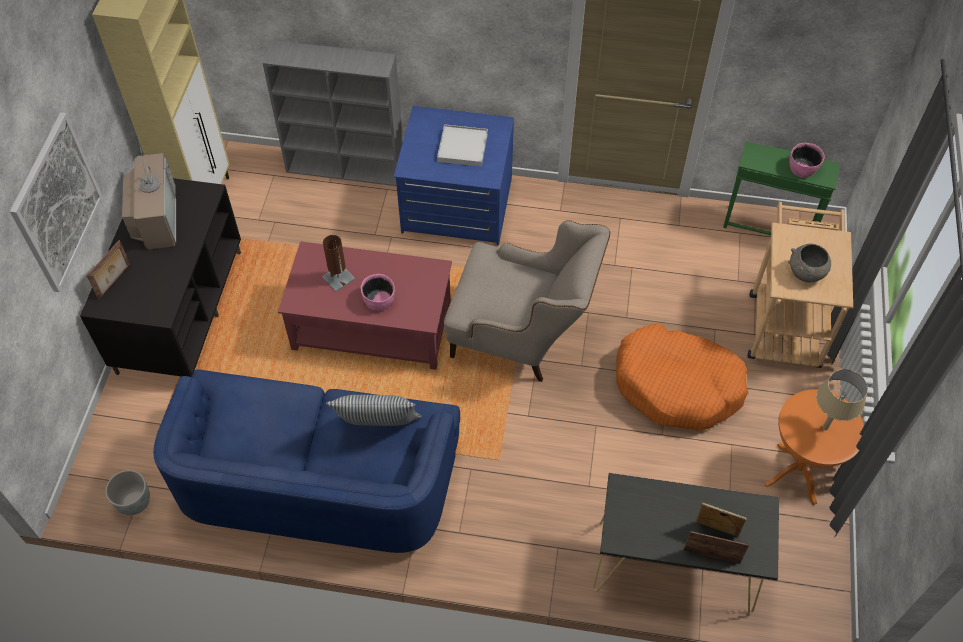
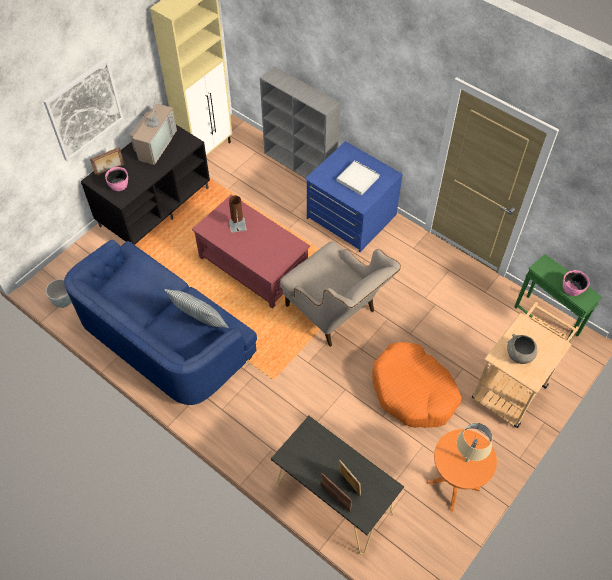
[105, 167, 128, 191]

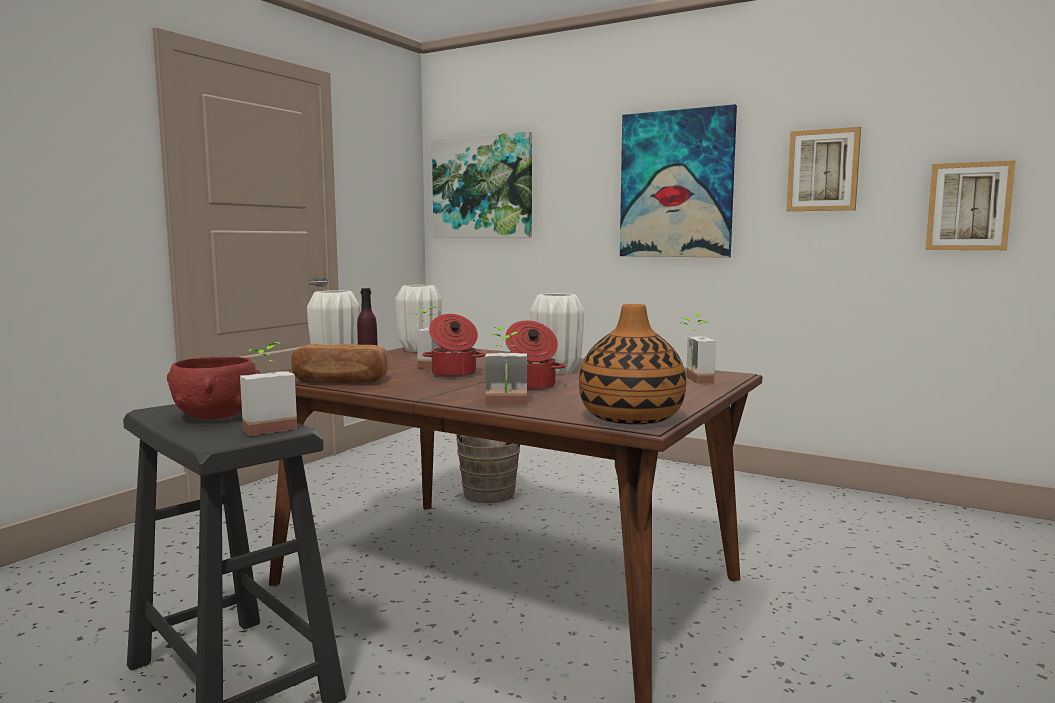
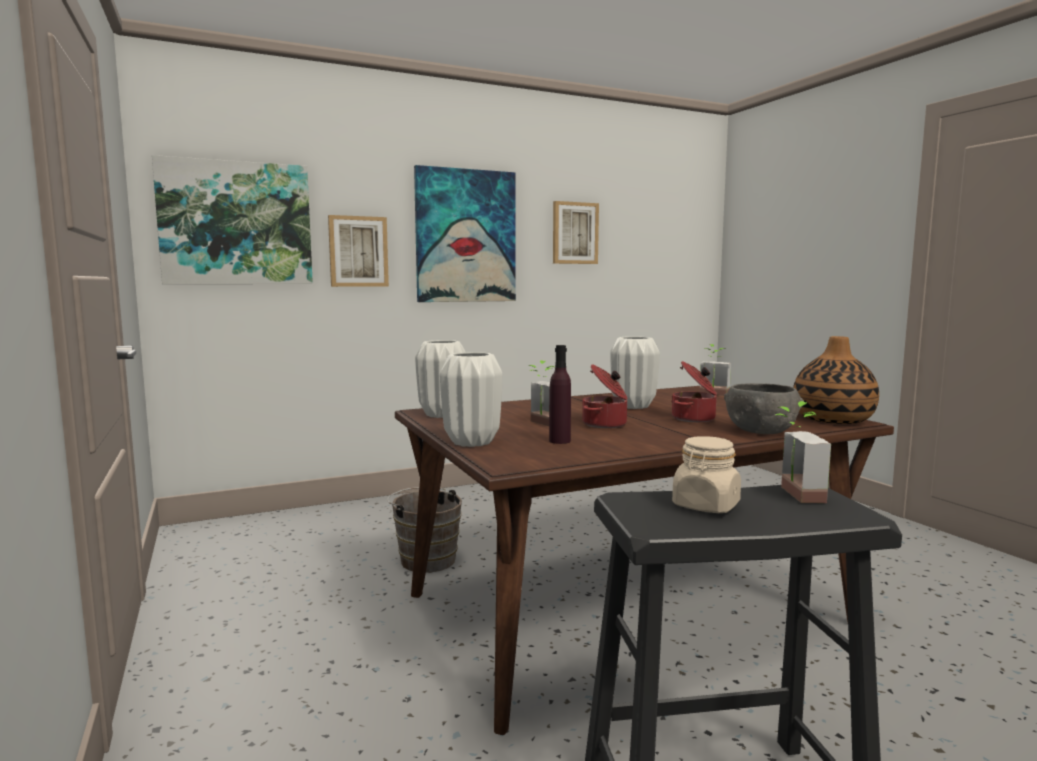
[328, 215, 389, 287]
[724, 383, 804, 434]
[291, 344, 387, 384] (first image)
[672, 436, 741, 513]

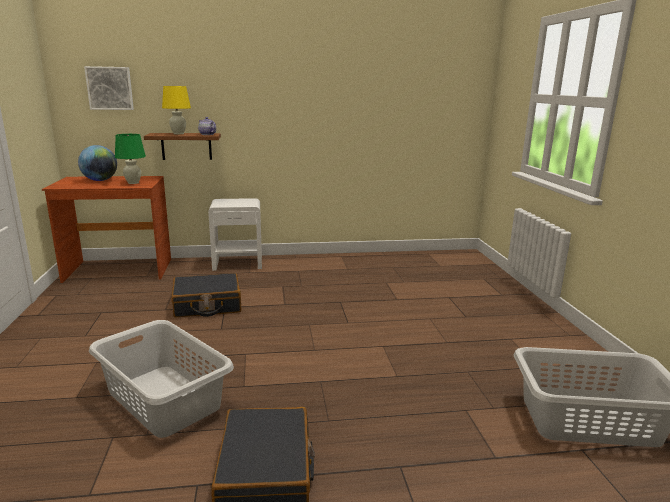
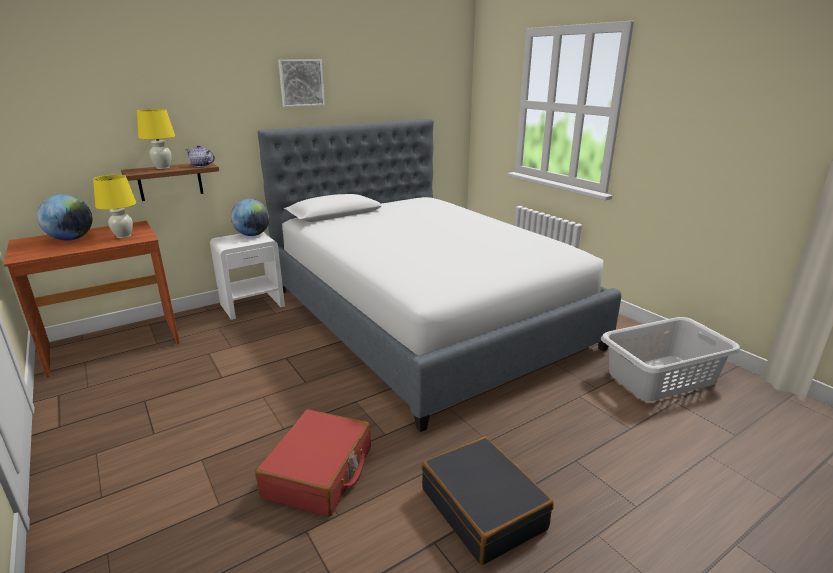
[278, 59, 325, 107]
[93, 175, 136, 238]
[171, 273, 241, 317] (first image)
[255, 409, 371, 517]
[257, 118, 621, 432]
[231, 199, 270, 236]

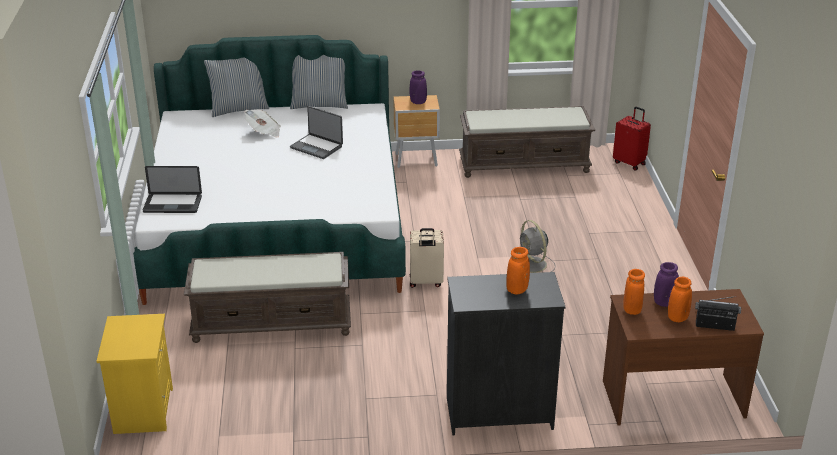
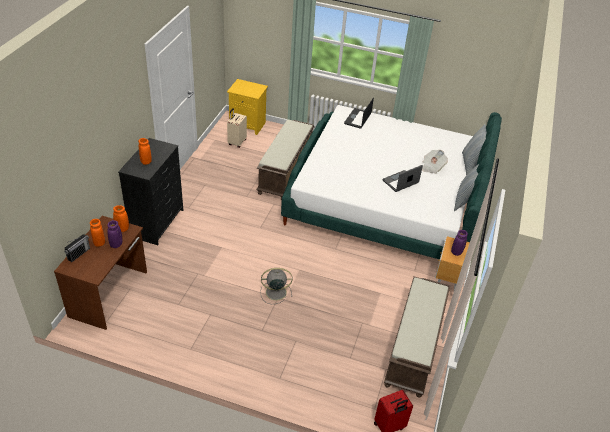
[227, 108, 247, 148]

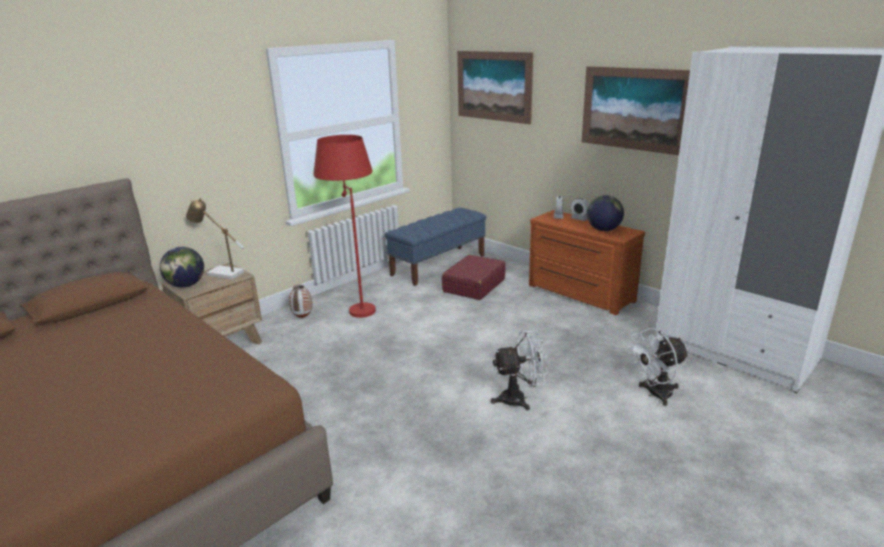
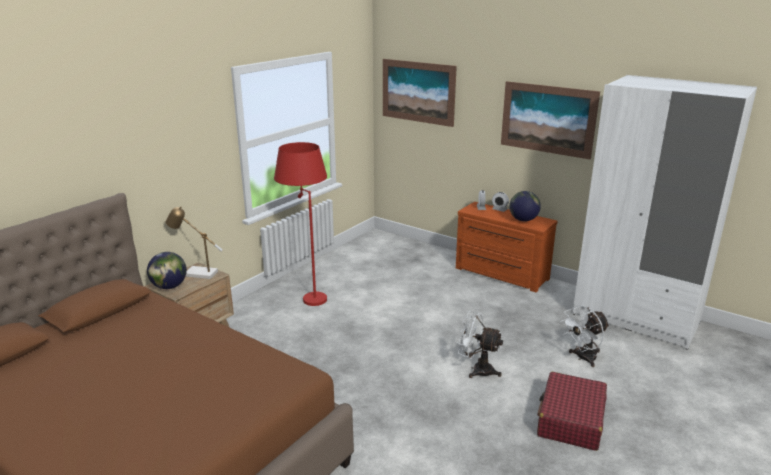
[385, 208, 486, 286] (first image)
[537, 372, 607, 451]
[289, 285, 313, 318] (first image)
[457, 311, 503, 378]

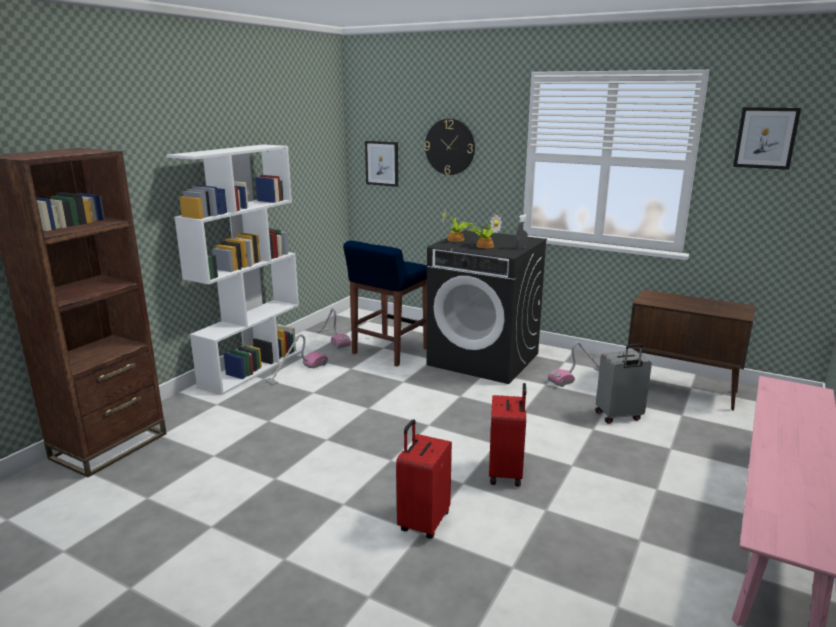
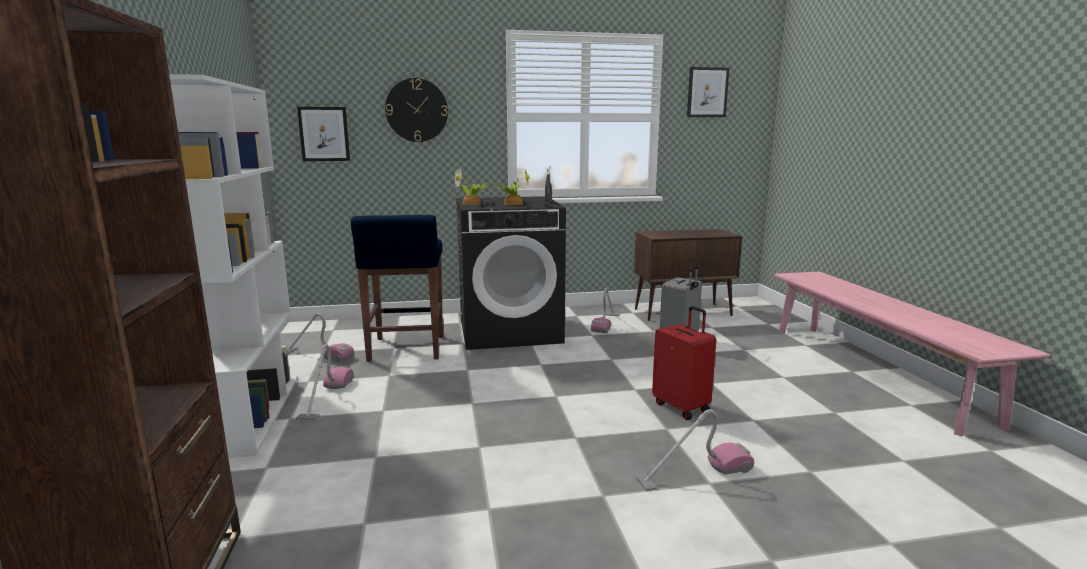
[635, 409, 754, 491]

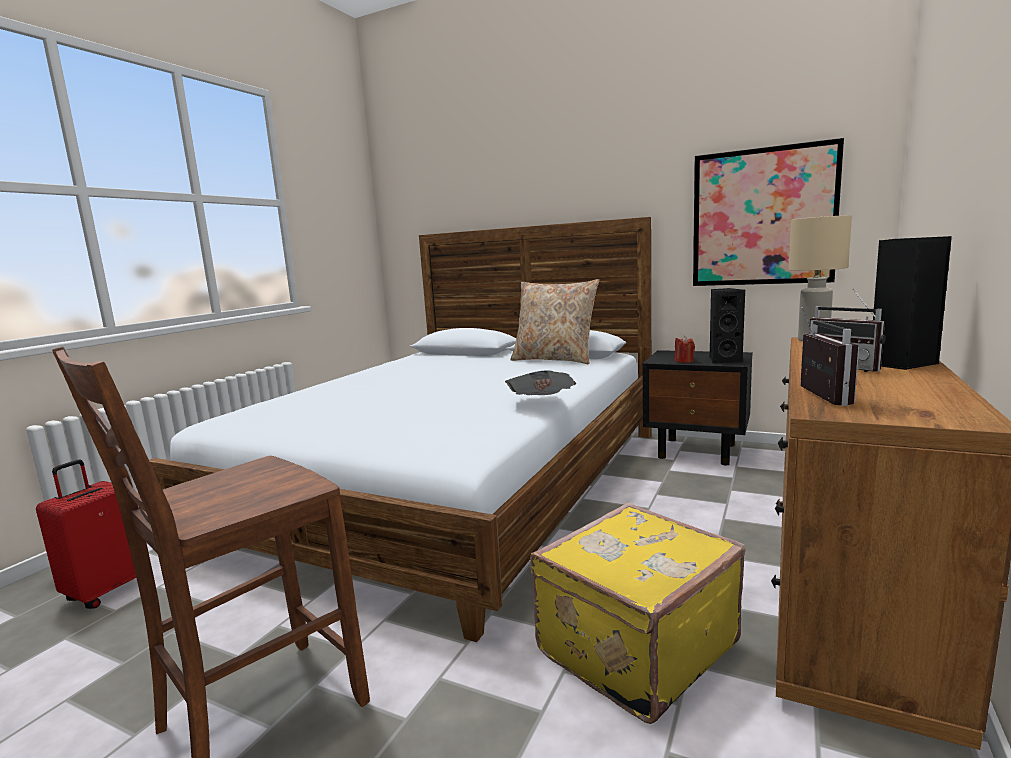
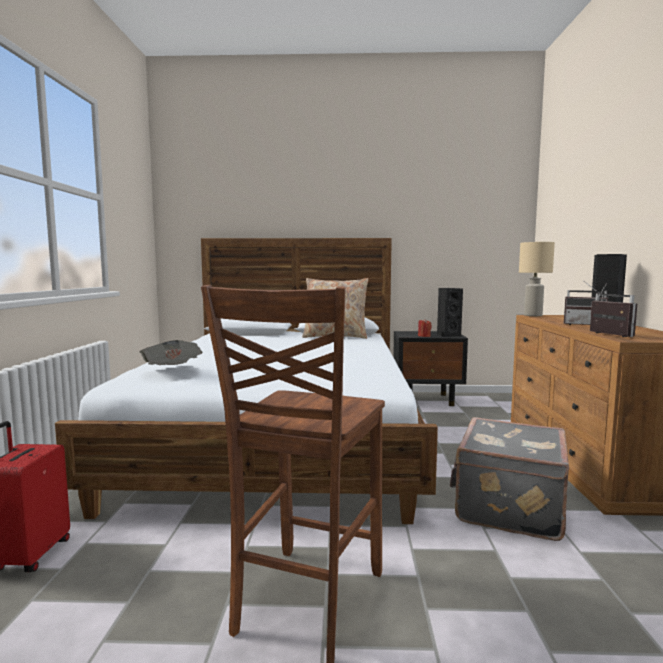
[693, 138, 844, 286] (first image)
[140, 340, 203, 365]
[450, 417, 569, 541]

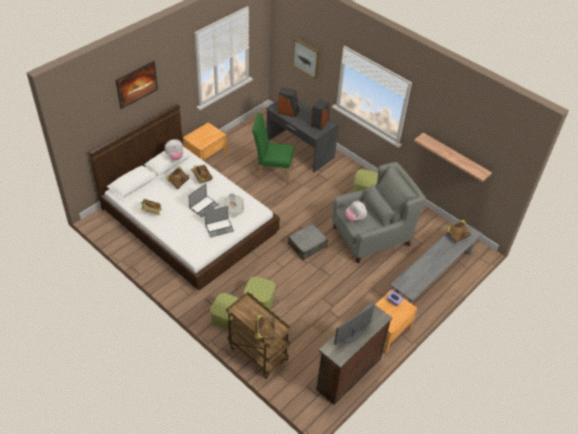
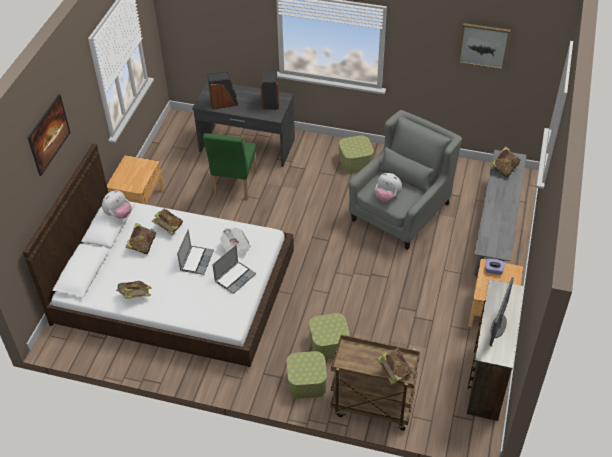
[458, 23, 510, 70]
[203, 133, 257, 200]
[414, 133, 492, 182] (first image)
[288, 223, 328, 260] (first image)

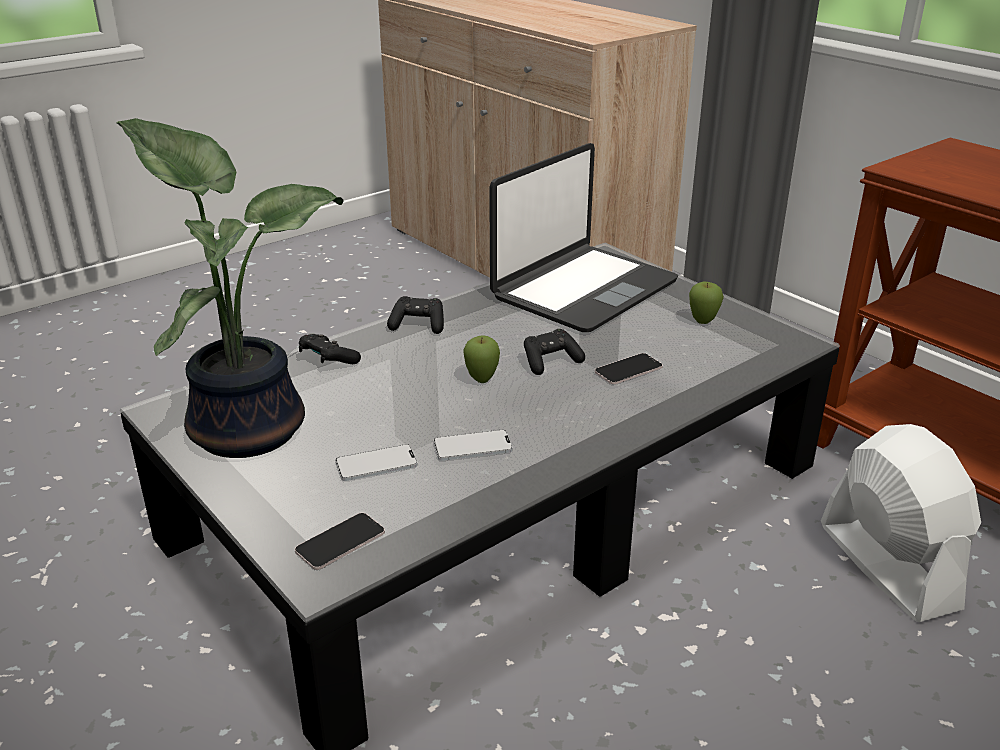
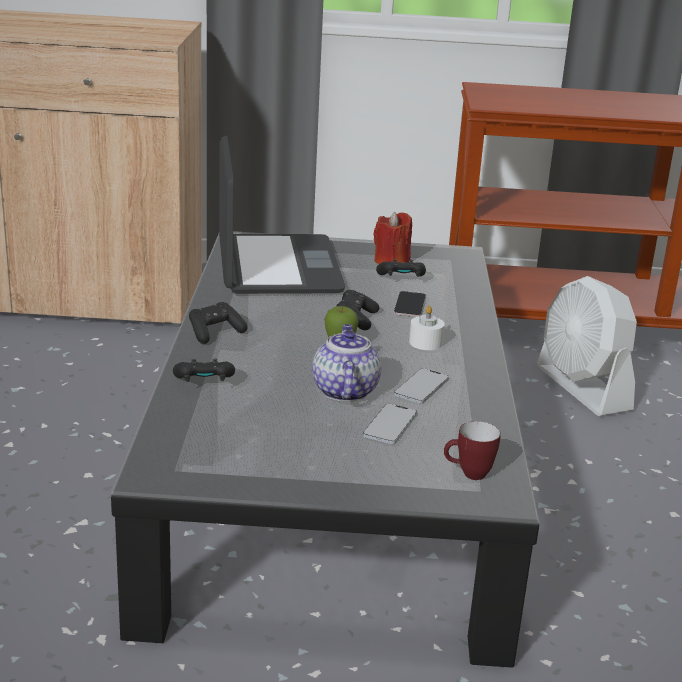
[116, 118, 344, 458] (first image)
[373, 211, 412, 264]
[537, 276, 637, 416]
[444, 421, 501, 480]
[376, 259, 426, 277]
[409, 306, 445, 350]
[312, 324, 381, 402]

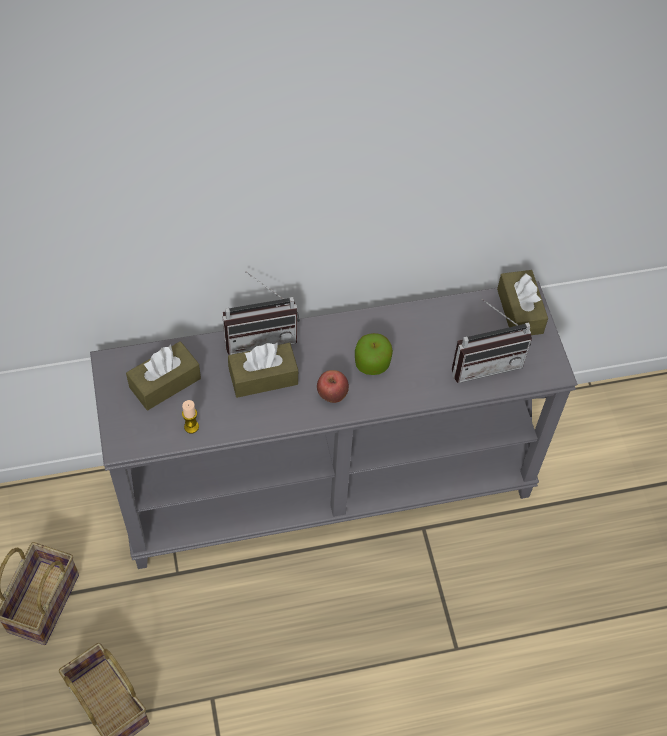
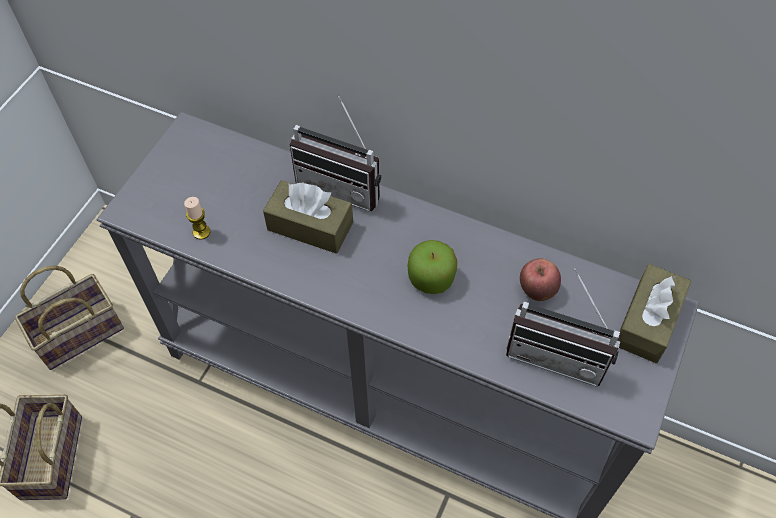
[126, 341, 201, 410] (first image)
[520, 258, 561, 301]

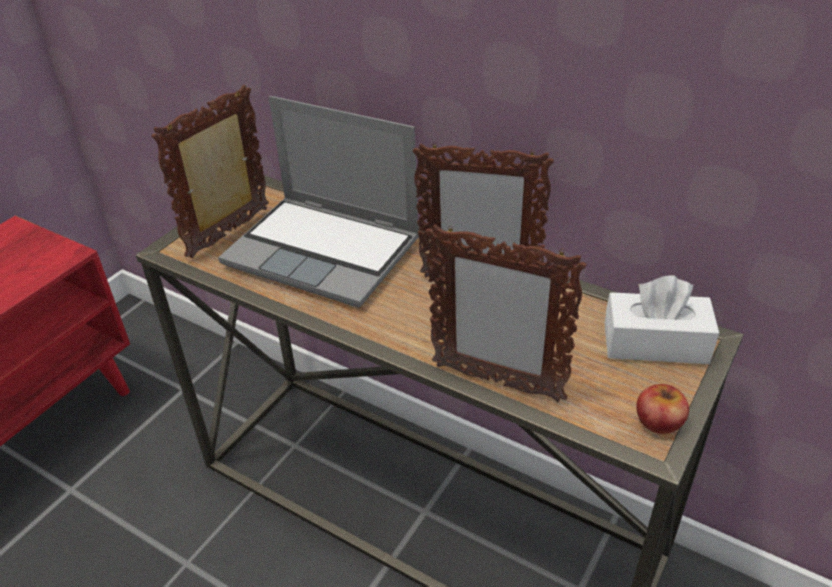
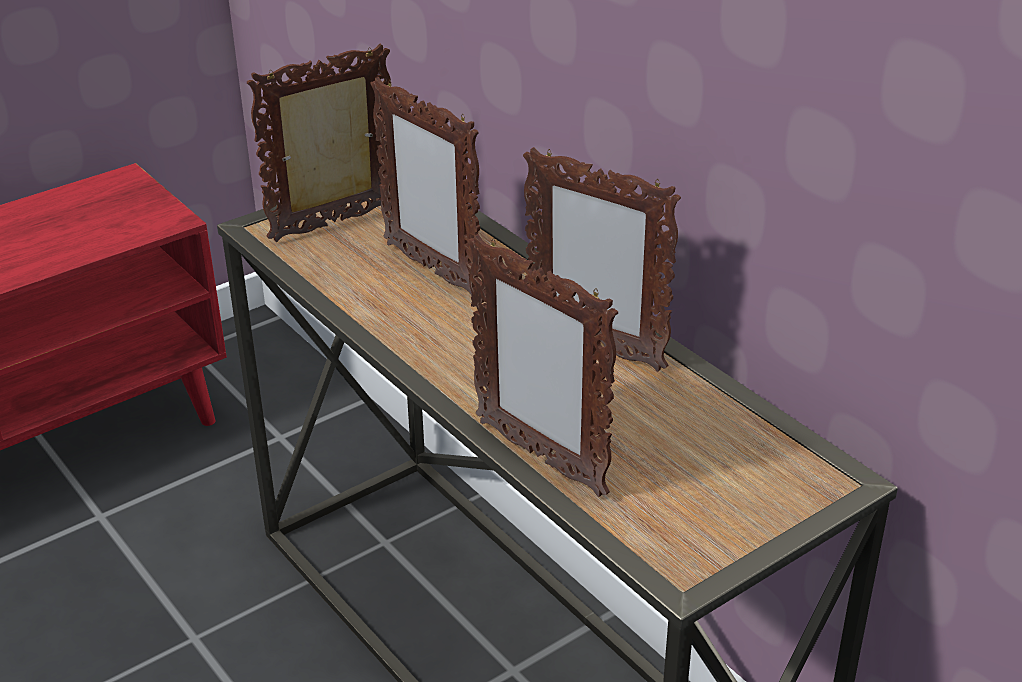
[370, 77, 480, 296]
[604, 276, 719, 364] (first image)
[637, 384, 689, 434] (first image)

